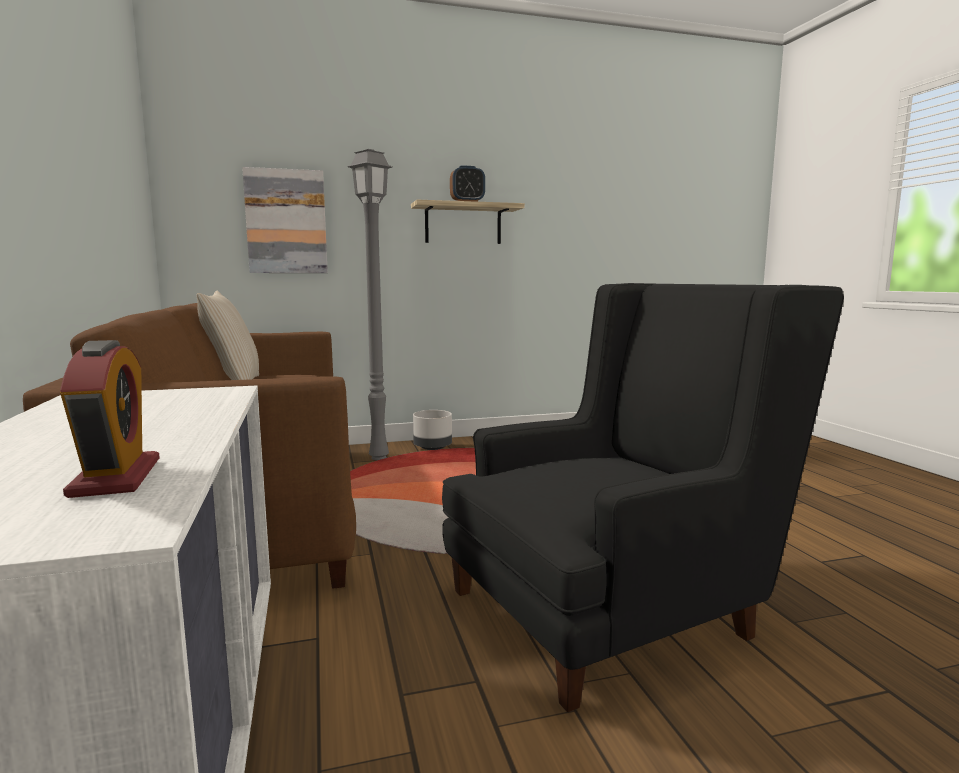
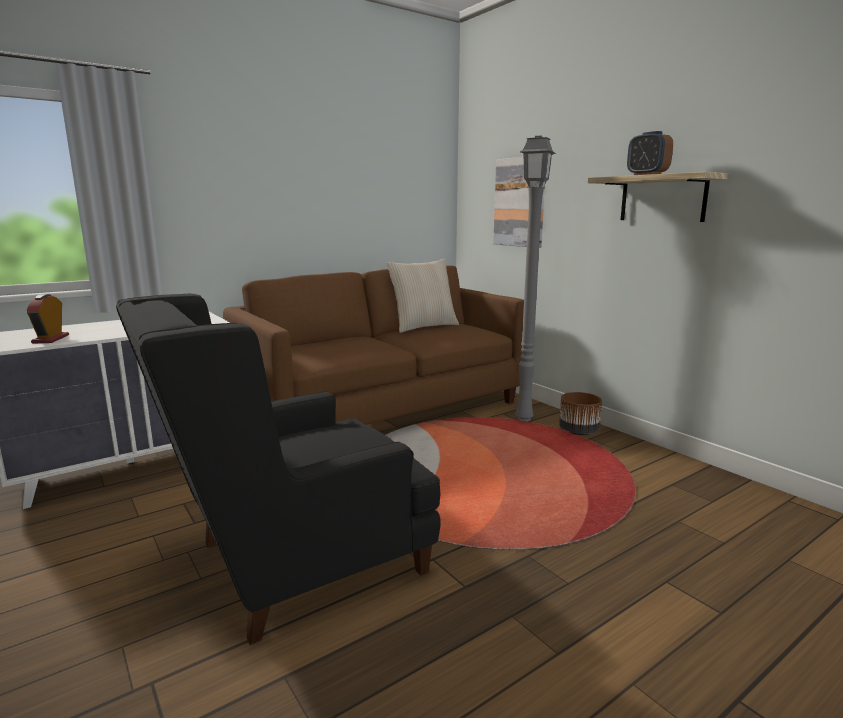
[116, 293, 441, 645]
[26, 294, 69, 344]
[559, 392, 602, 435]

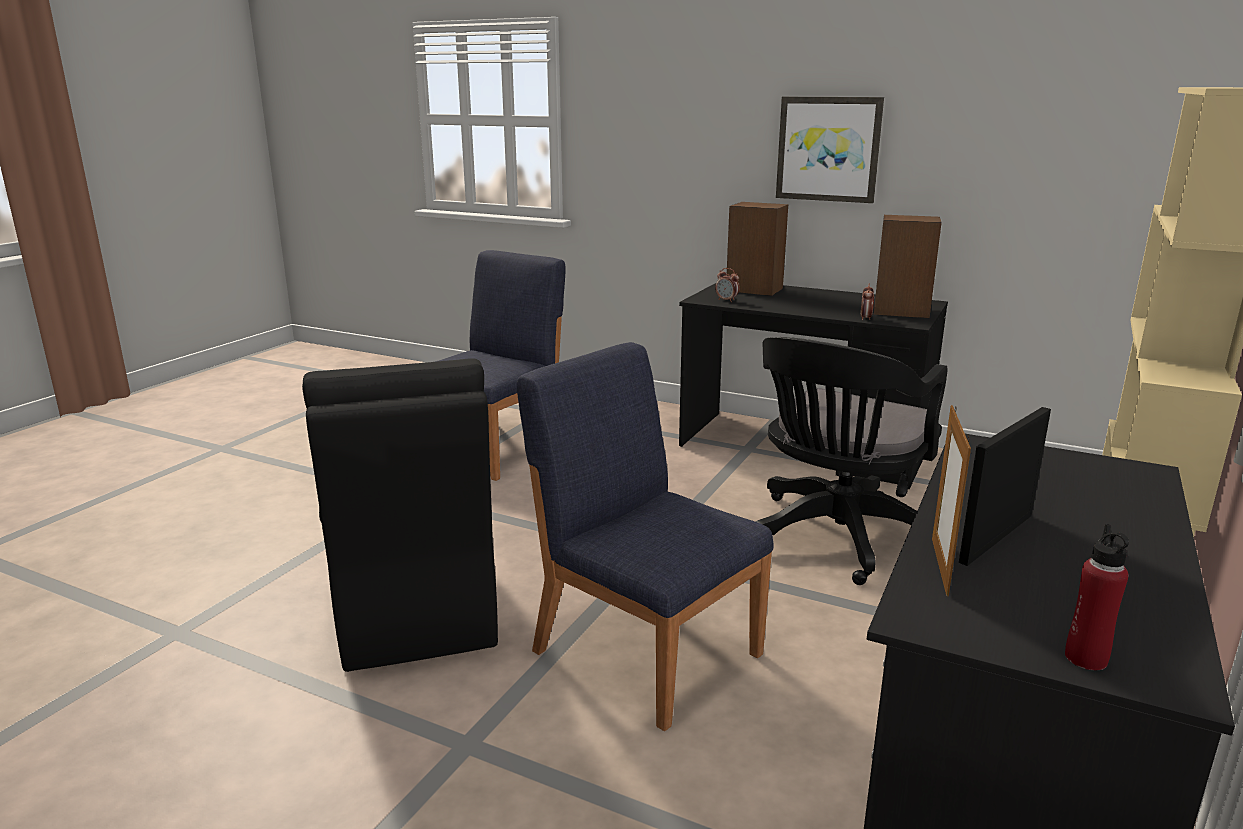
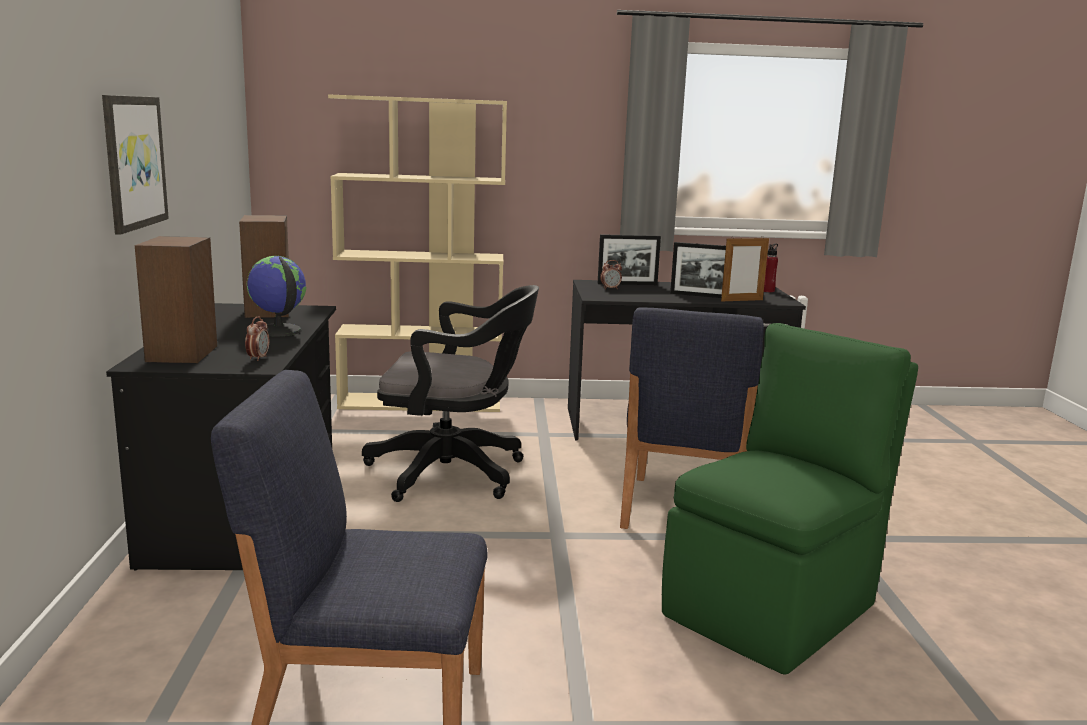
[600, 260, 622, 289]
[662, 323, 918, 674]
[598, 234, 661, 285]
[247, 256, 306, 336]

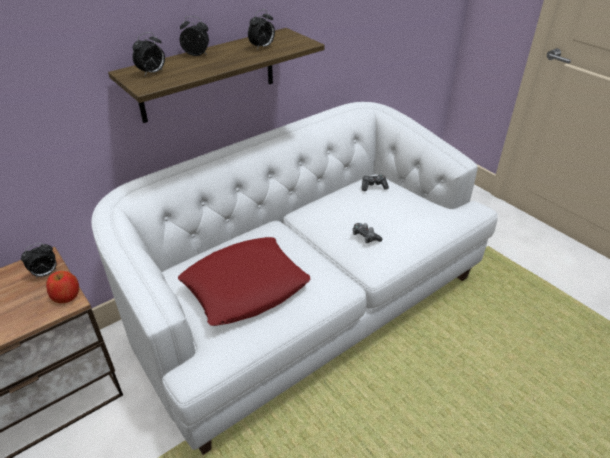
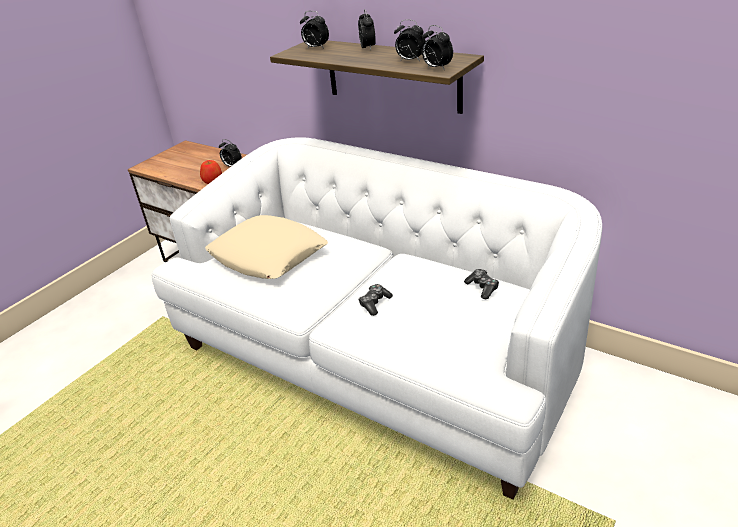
[205, 215, 328, 279]
[422, 25, 453, 70]

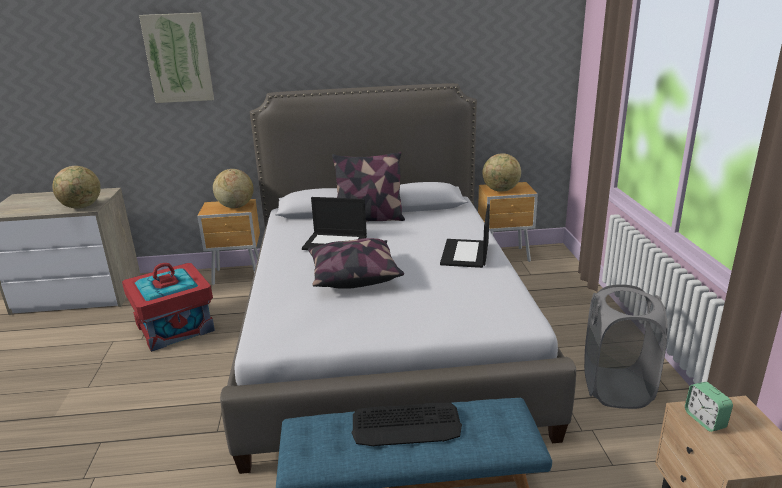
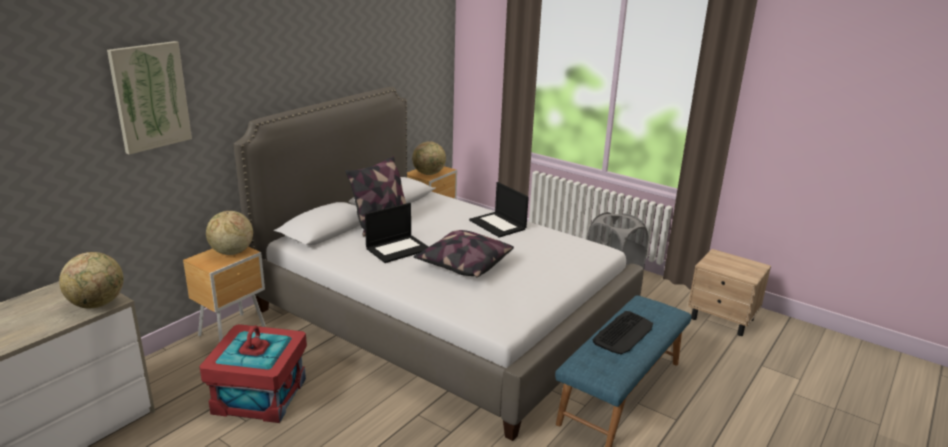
[685, 382, 733, 432] (first image)

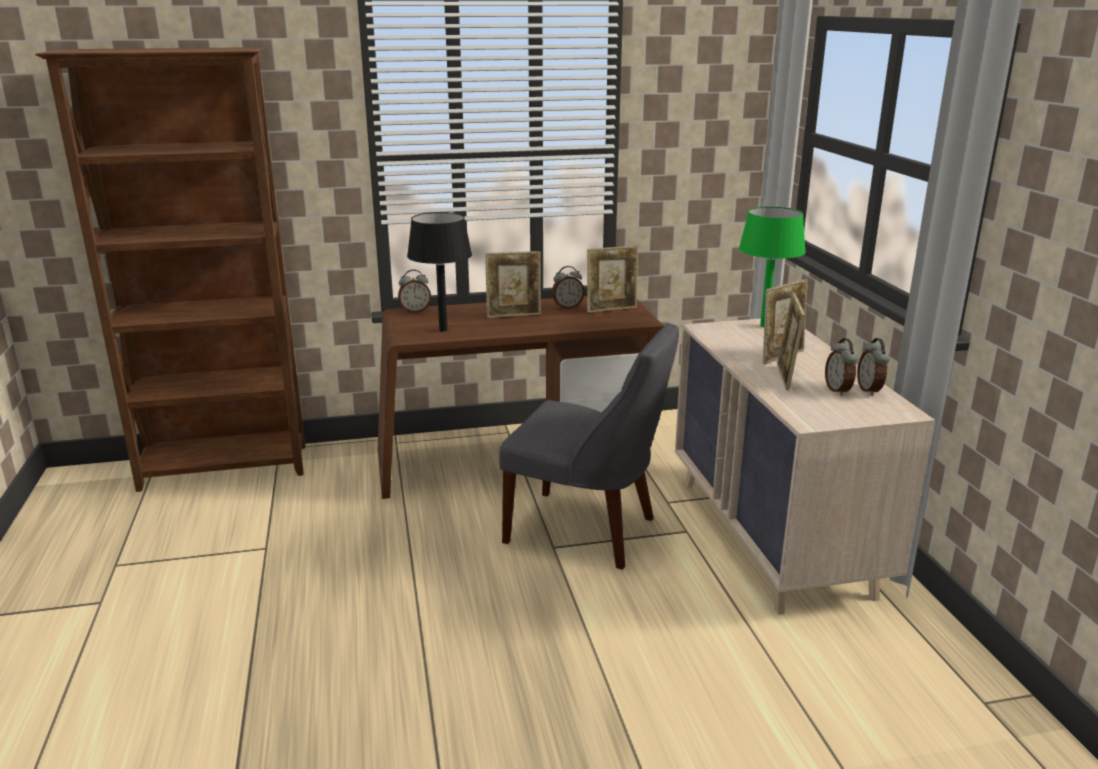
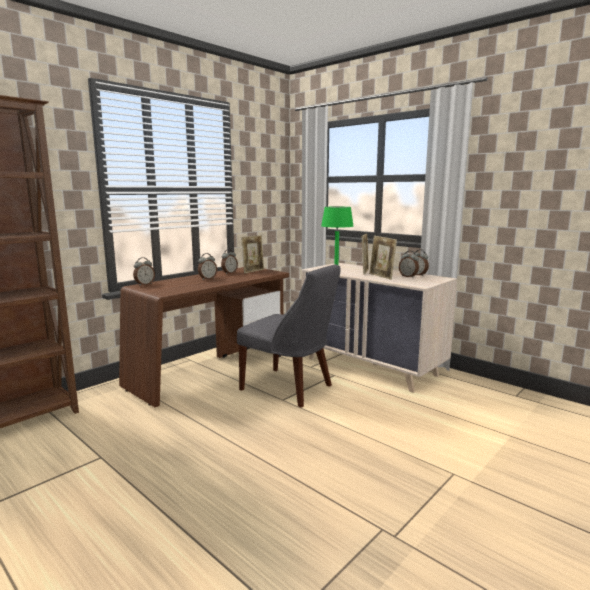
[407, 212, 472, 332] (first image)
[198, 253, 217, 280]
[237, 264, 341, 408]

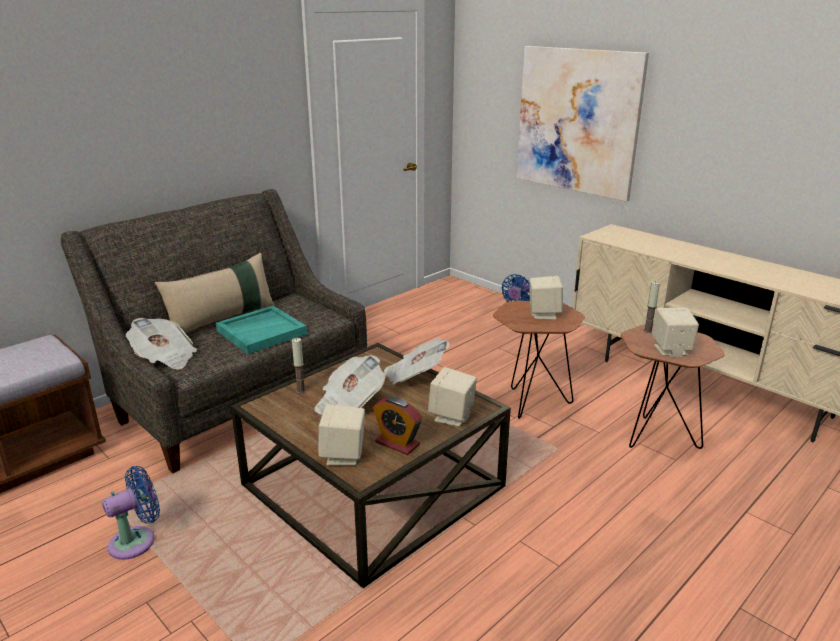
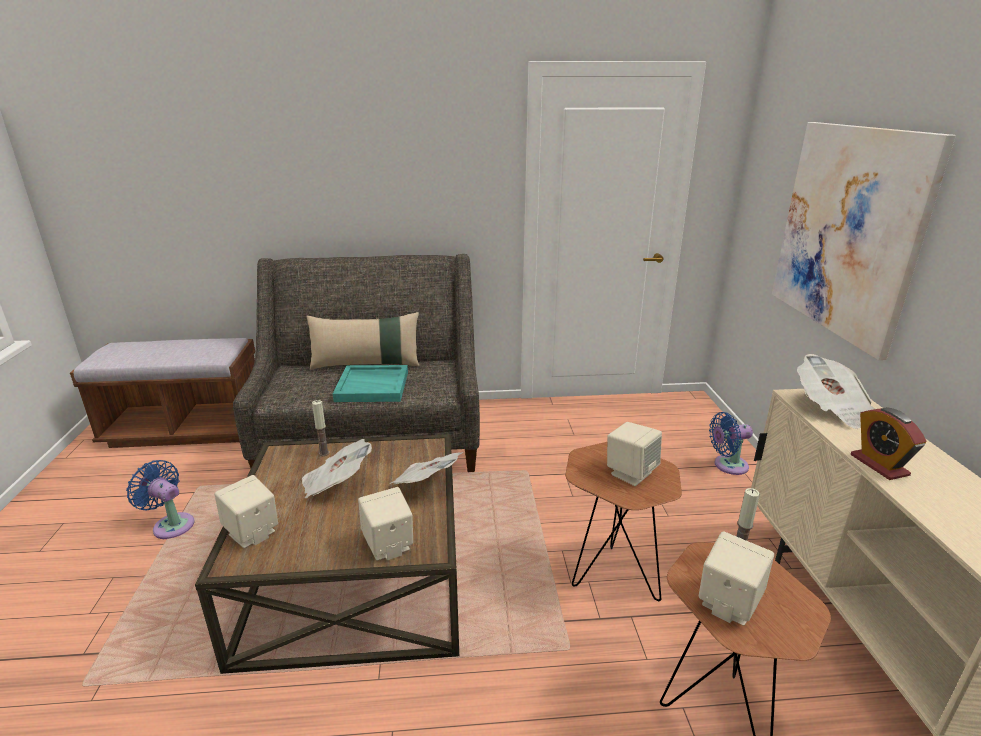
[797, 354, 875, 429]
[851, 407, 926, 480]
[126, 460, 194, 539]

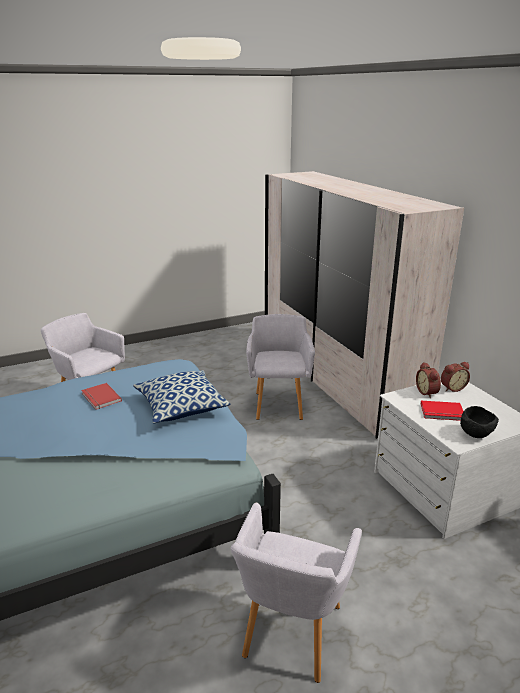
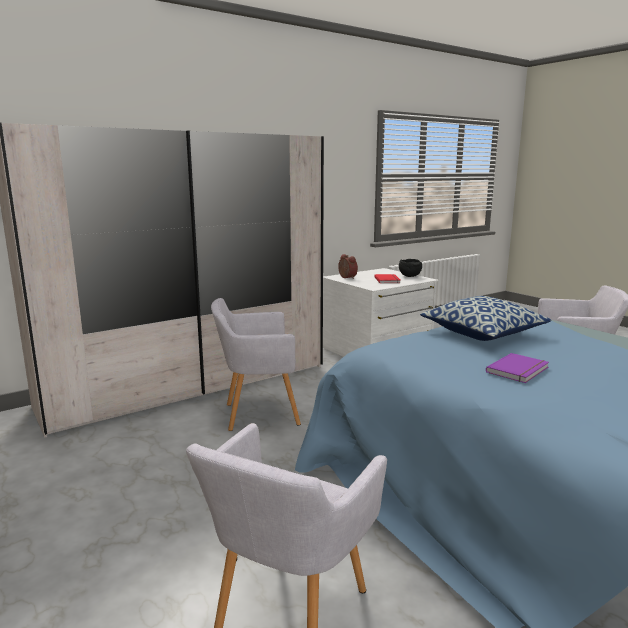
[416, 362, 441, 398] (first image)
[486, 353, 549, 383]

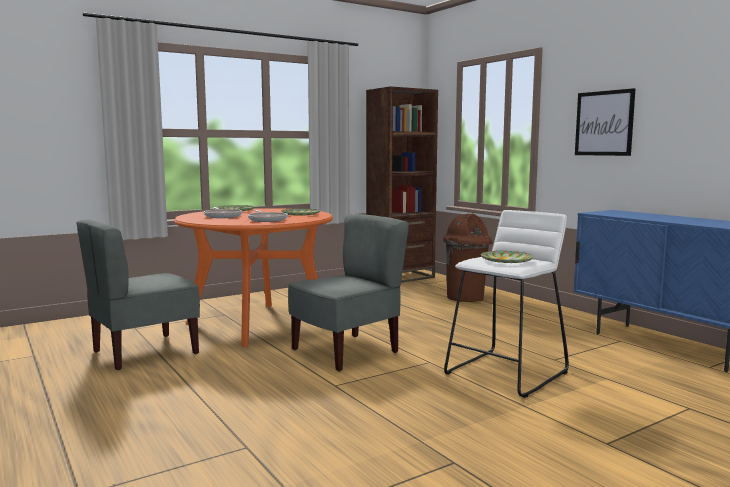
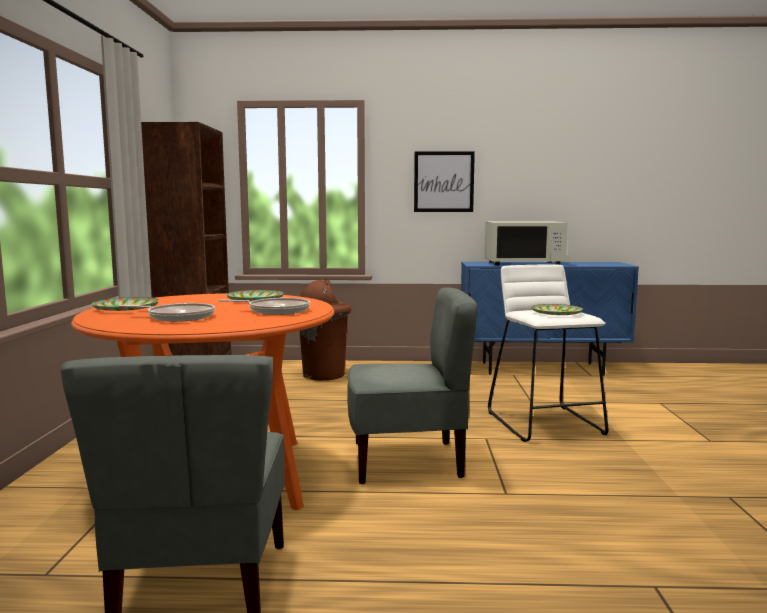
[347, 287, 478, 484]
[485, 222, 568, 265]

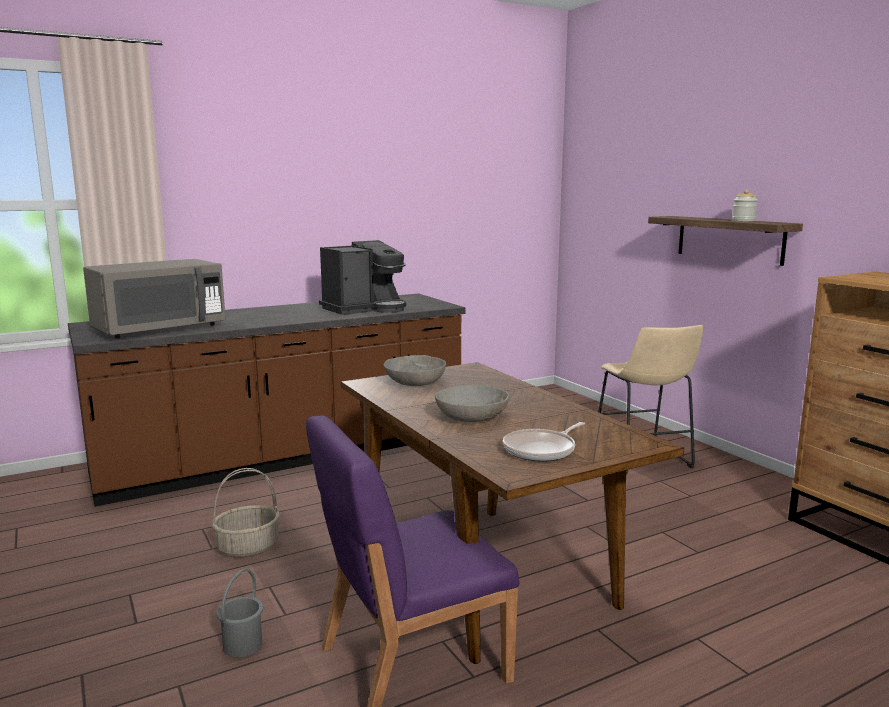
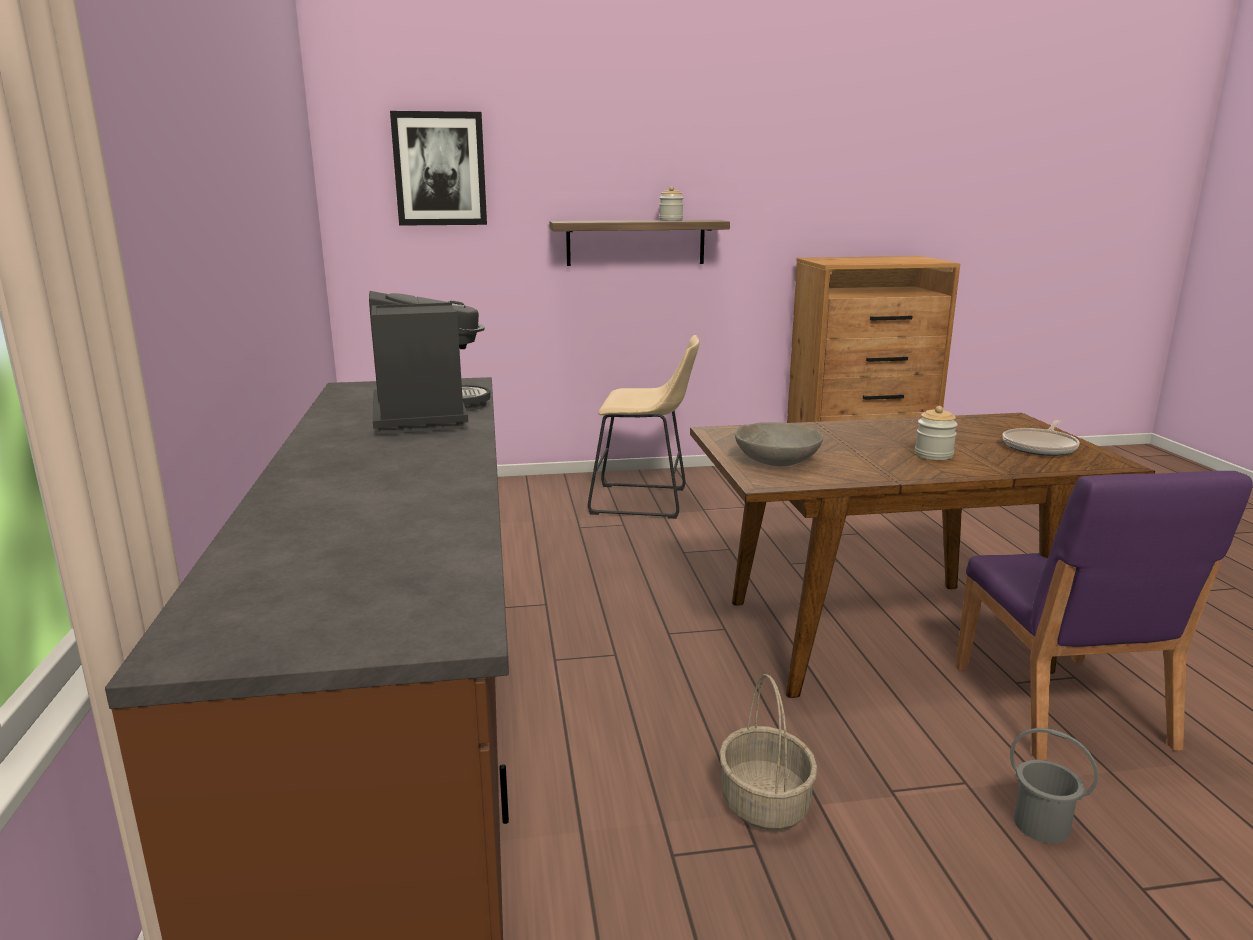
[83, 259, 226, 339] (first image)
[915, 406, 958, 460]
[1003, 420, 1080, 456]
[390, 111, 487, 226]

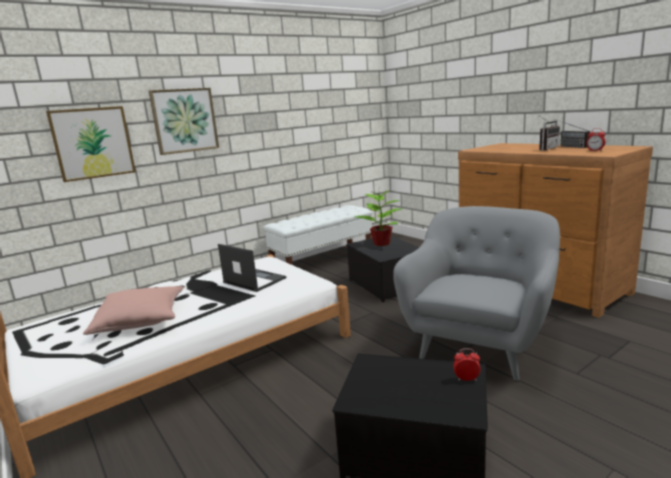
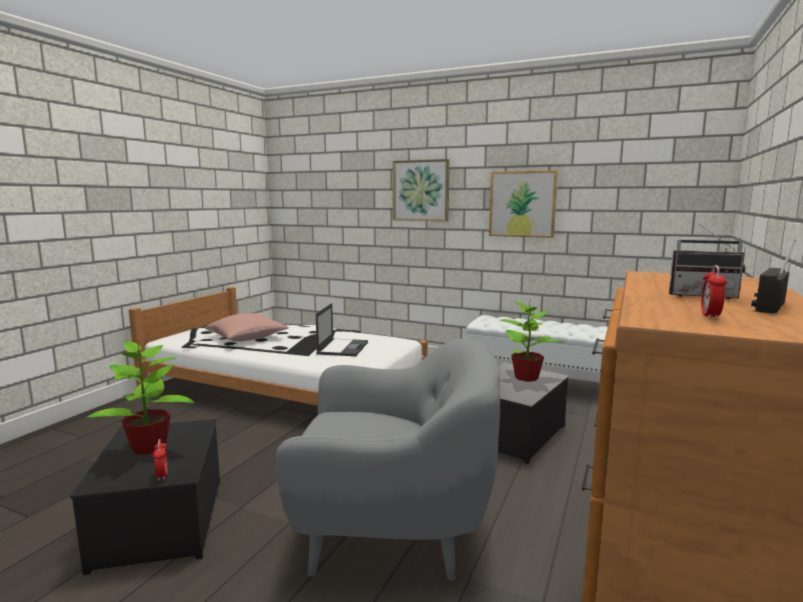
[489, 170, 558, 238]
[87, 341, 194, 455]

